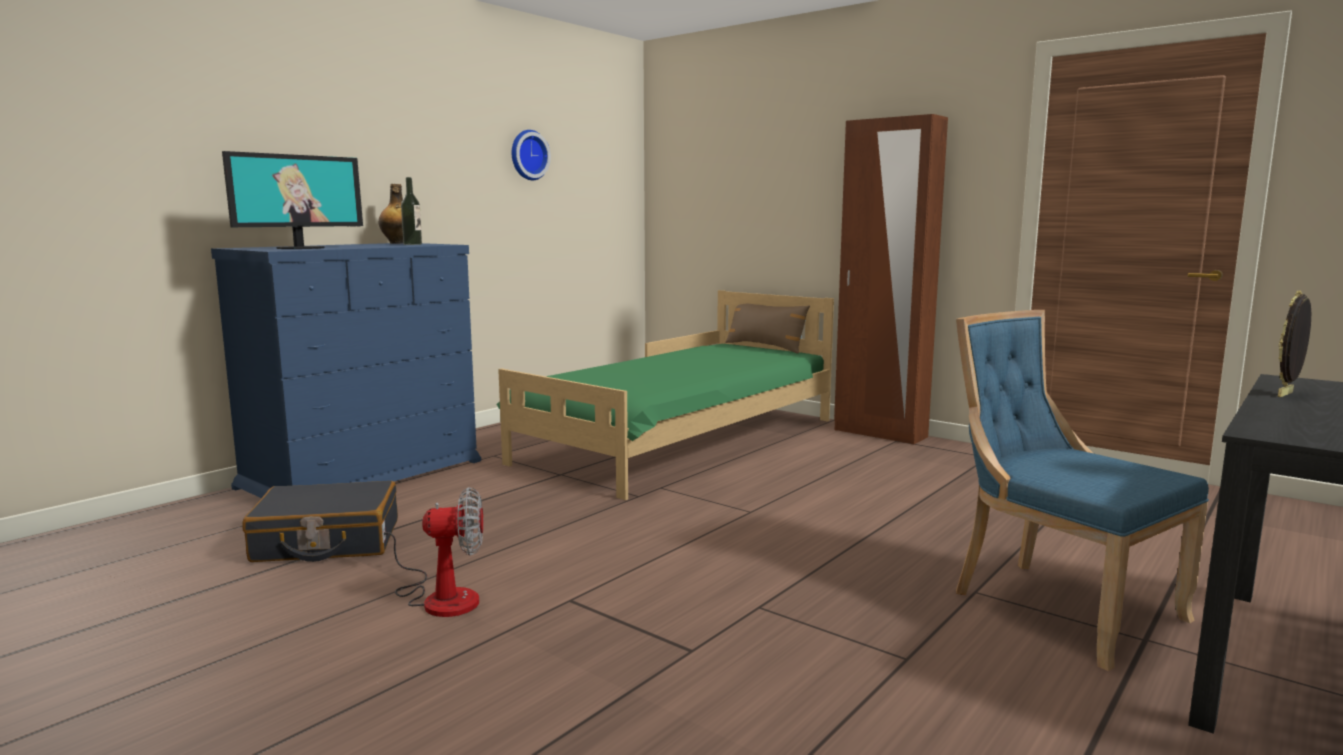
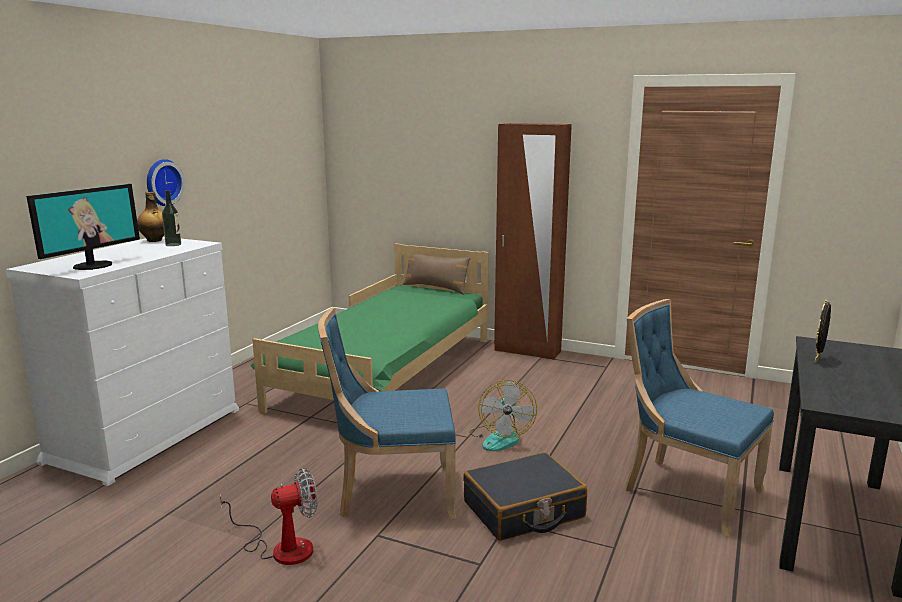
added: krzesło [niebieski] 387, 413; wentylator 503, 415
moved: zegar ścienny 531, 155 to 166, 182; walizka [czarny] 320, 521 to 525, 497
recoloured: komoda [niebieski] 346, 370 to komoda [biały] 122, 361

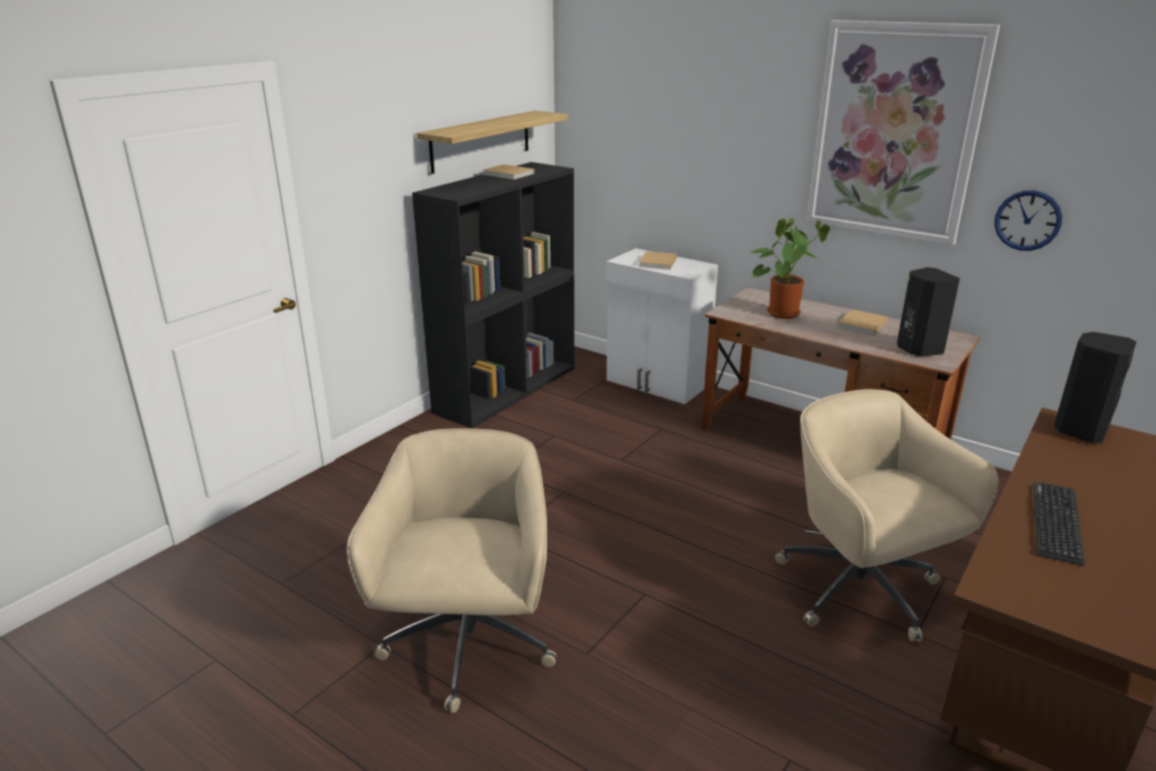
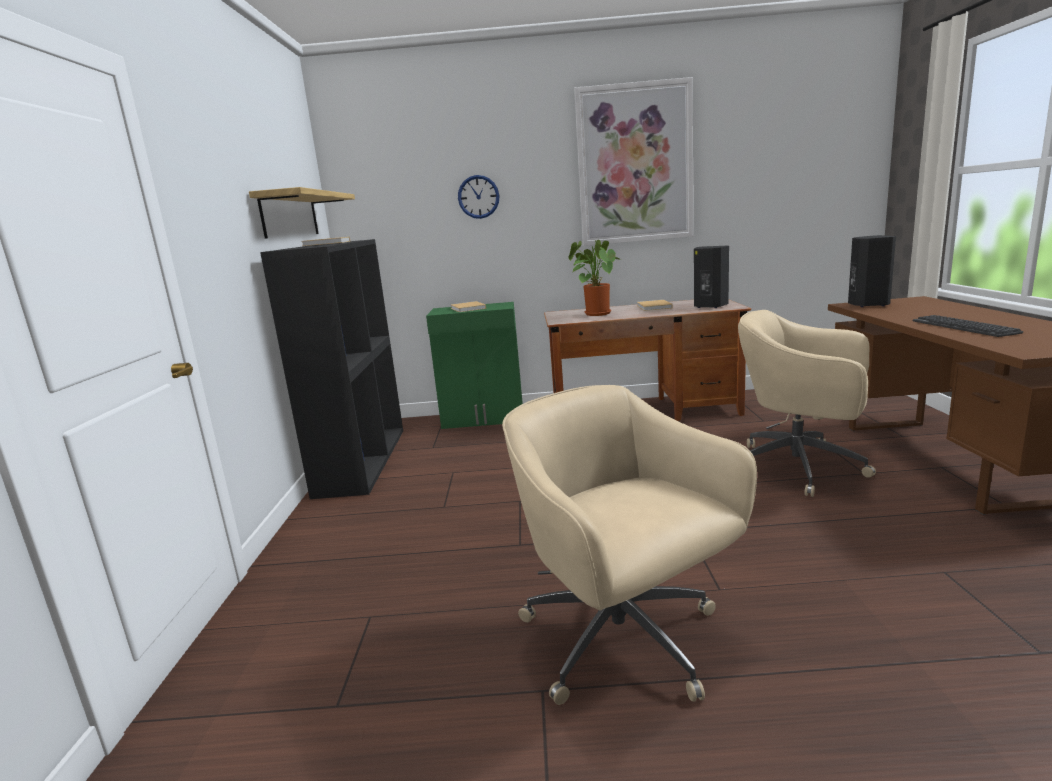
moved: zegar ścienny 1028, 221 to 478, 197
recoloured: szafka [biały] 662, 326 to szafka [zielony] 474, 365

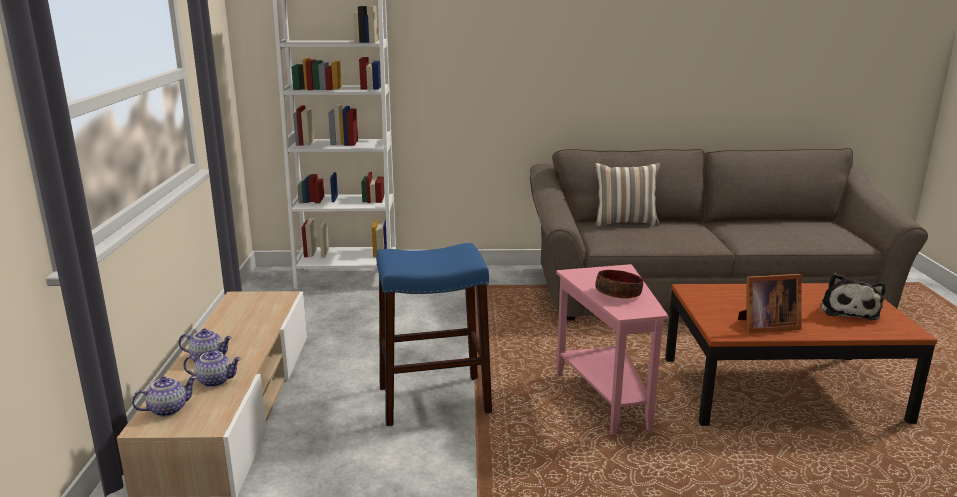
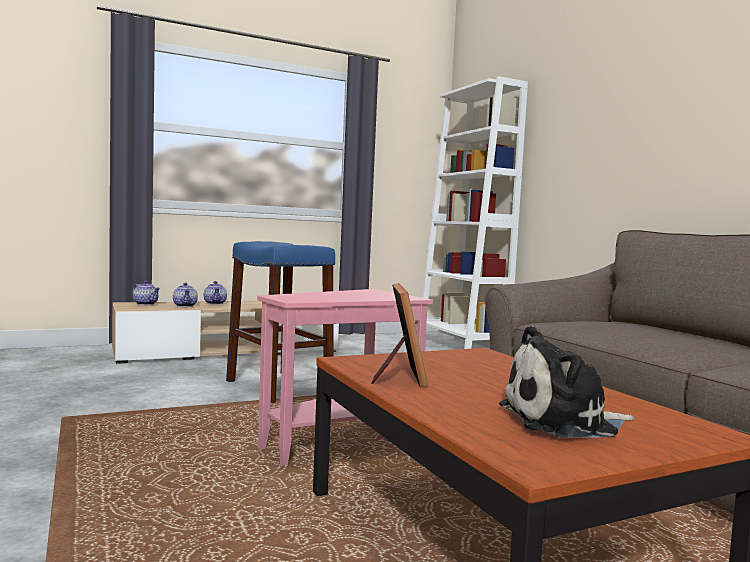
removed: poduszka 627, 194; miska 619, 284
turned: ramka na zdjęcie 770, 303 = 400, 335 150 degrees counterclockwise

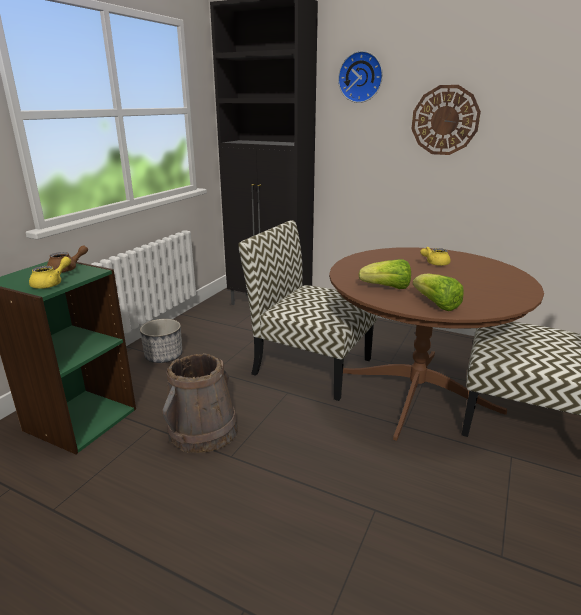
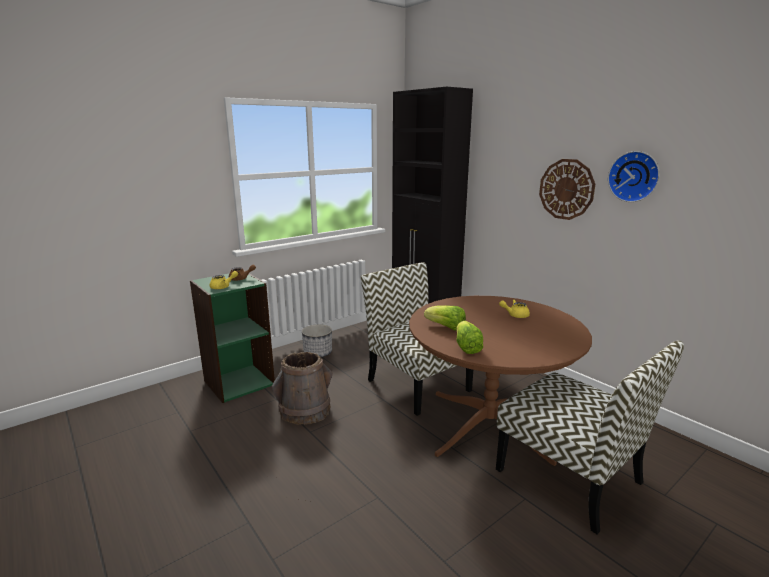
moved: zegar ścienny 360, 77 to 634, 176

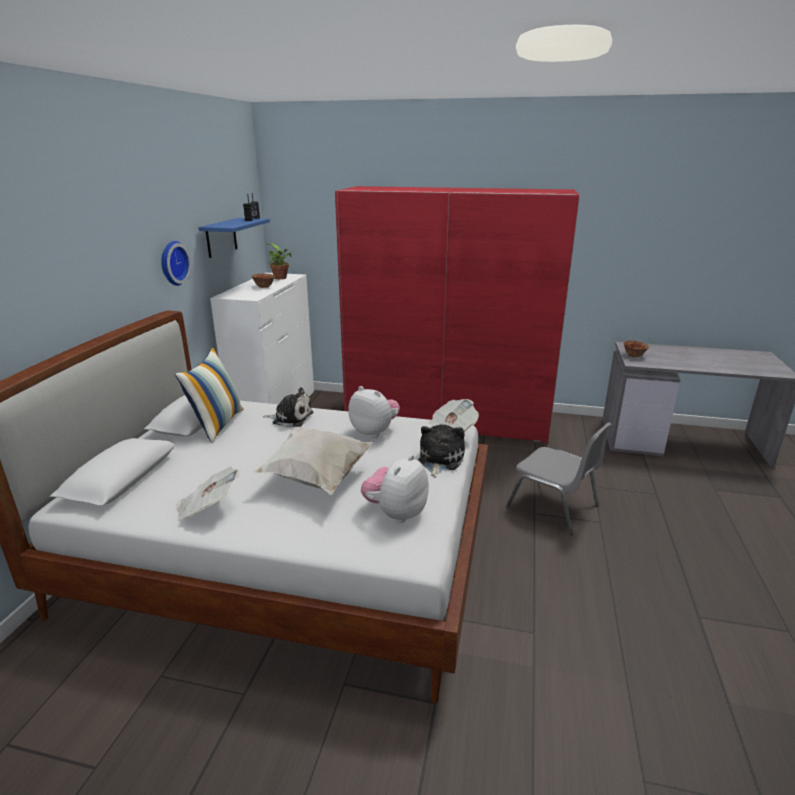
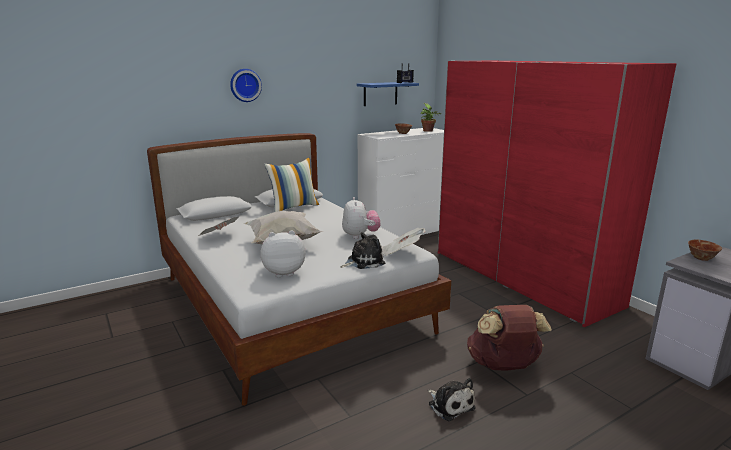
moved: zegar ścienny 176, 263 to 246, 85; pluszak 288, 407 to 452, 399
replaced: krzesło [szary] 559, 478 to plecak [brązowy] 509, 337

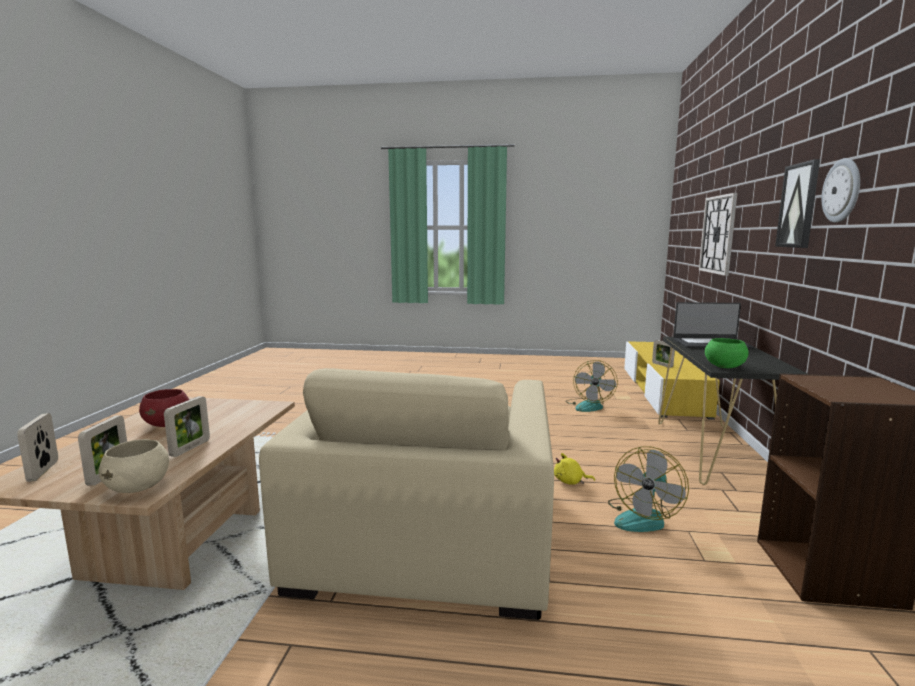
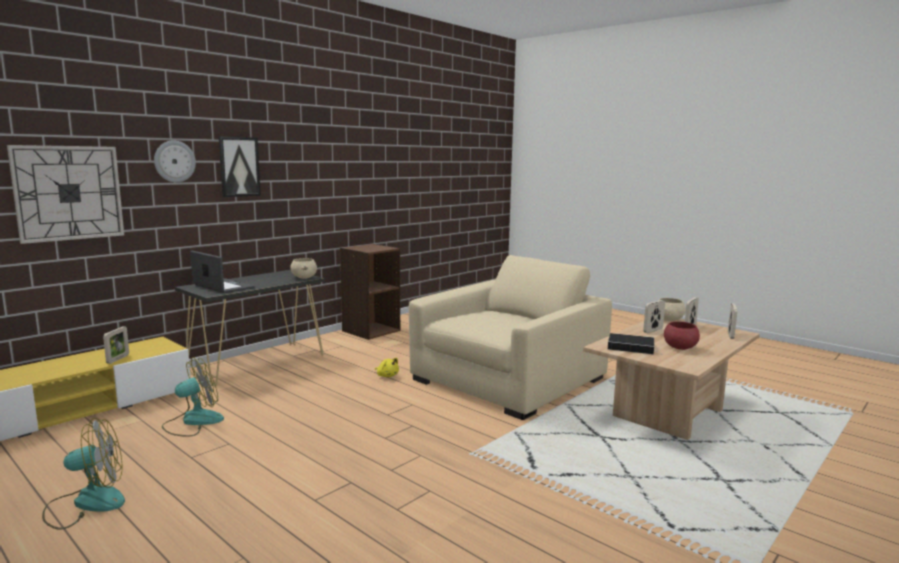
added: książka 635, 344
moved: zegar ścienny 841, 190 to 175, 161; wentylator 648, 489 to 83, 474
recoloured: miska [zielony] 727, 353 to miska [beżowy] 303, 268

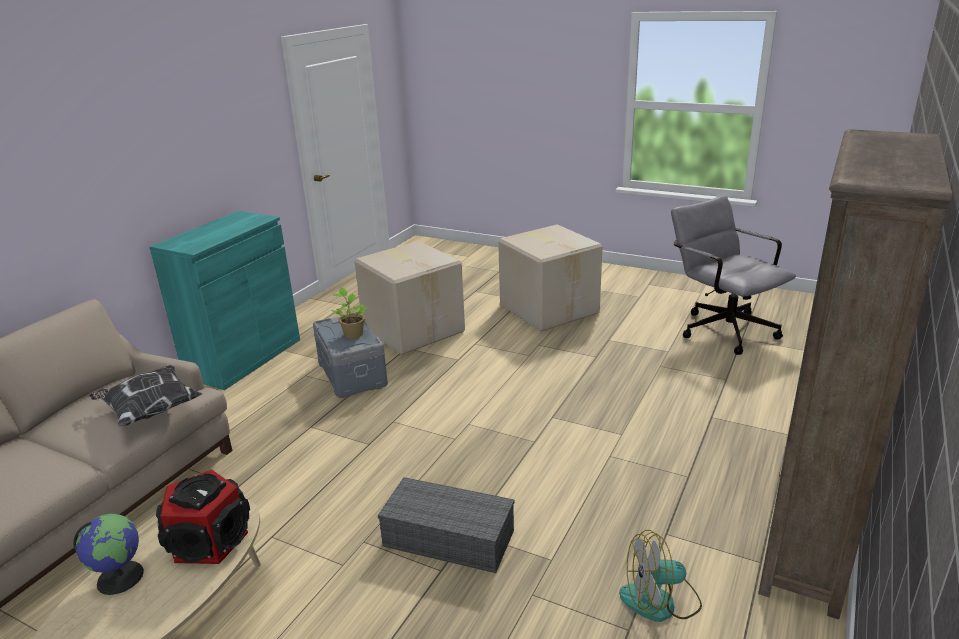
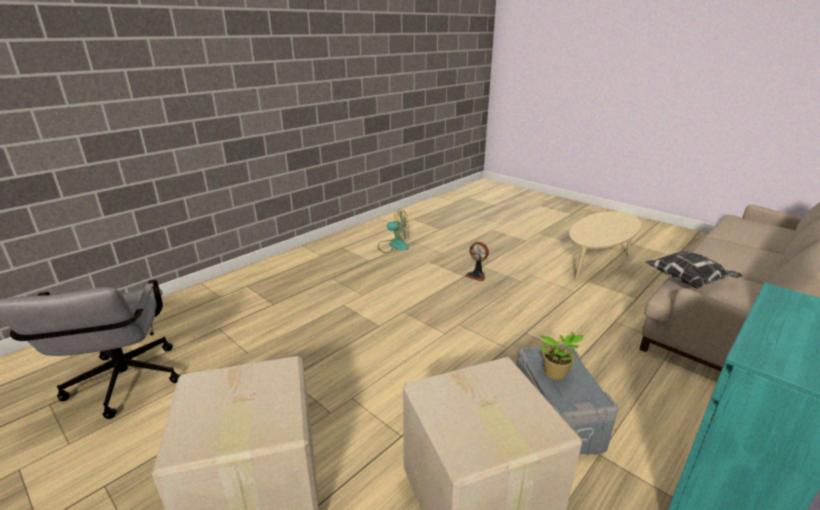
removed: regał [brązowy] 855, 374; głośnik 203, 517; globus 108, 554
replaced: pojemnik do przechowywania [szary] 446, 525 to wentylator 477, 261

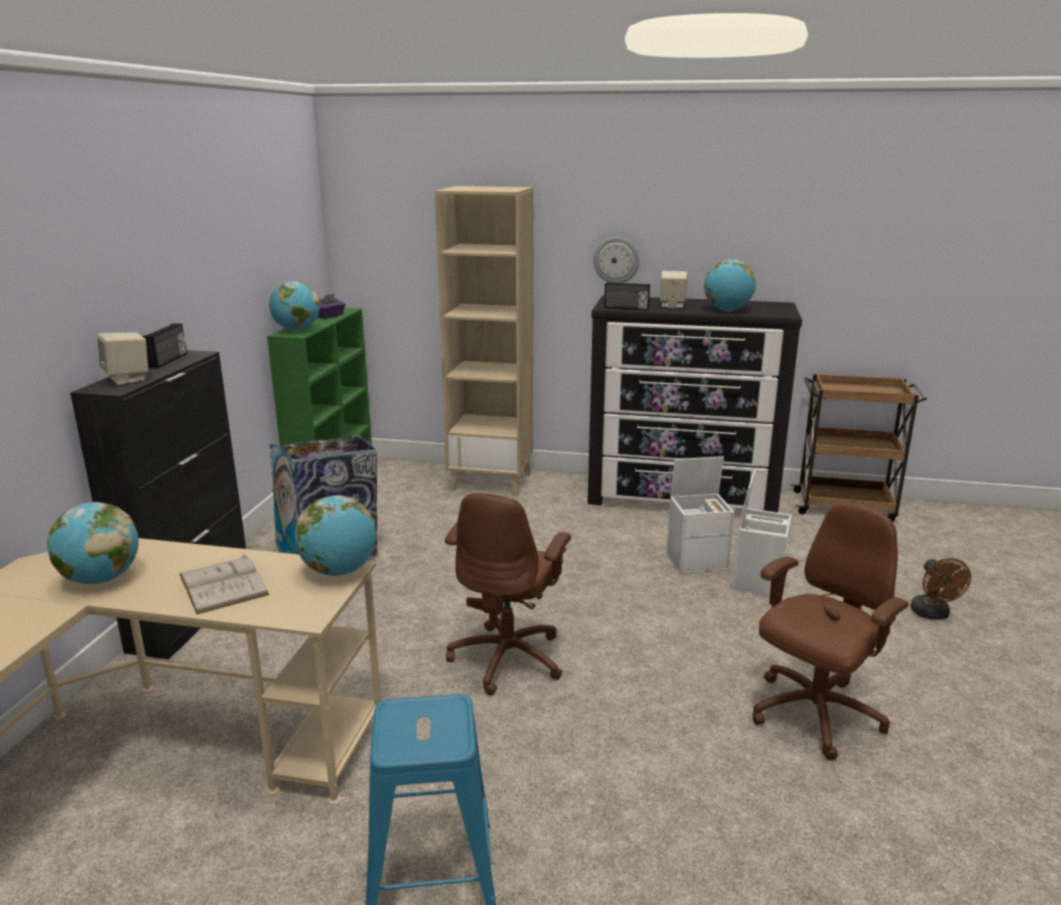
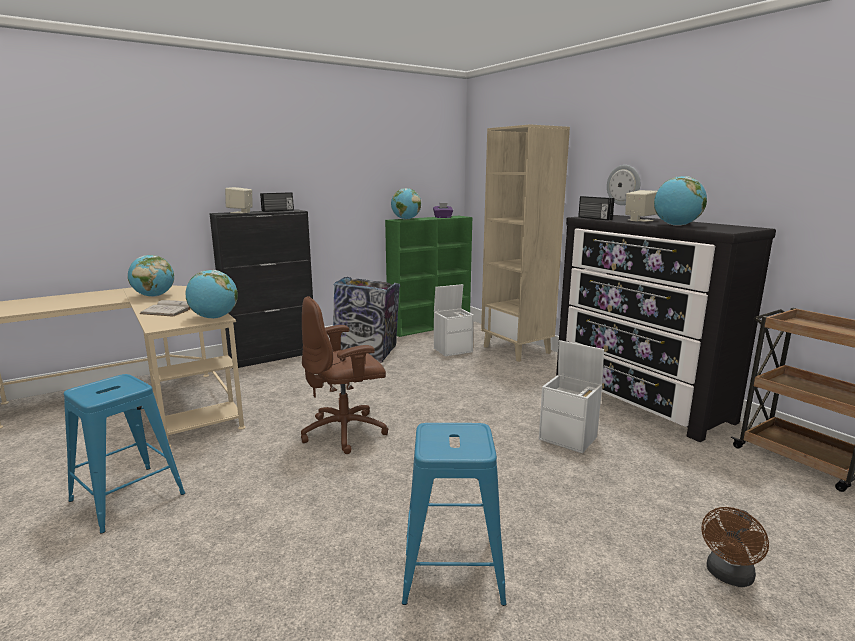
moved: pojemnik do przechowywania [biały] 762, 532 to 454, 320
replaced: krzesło biurowe [brązowy] 830, 632 to stołek [niebieski] 454, 514

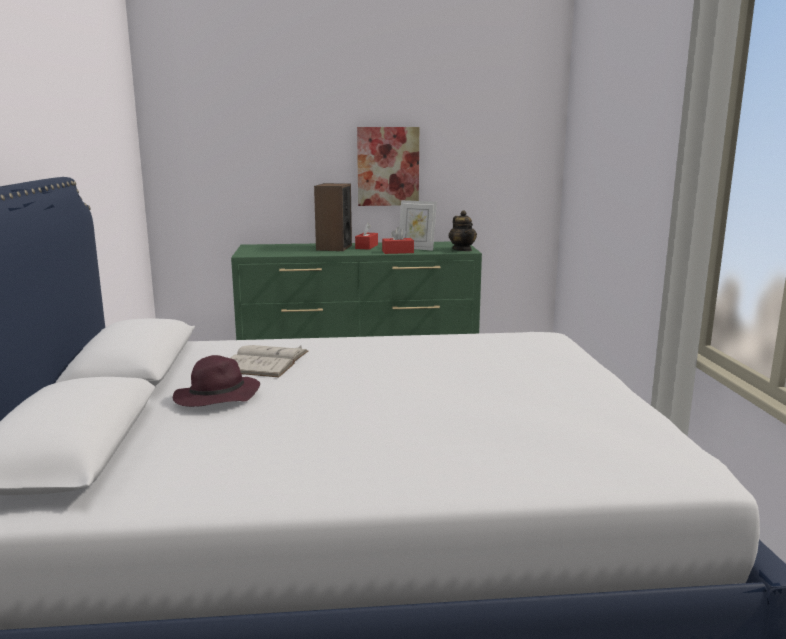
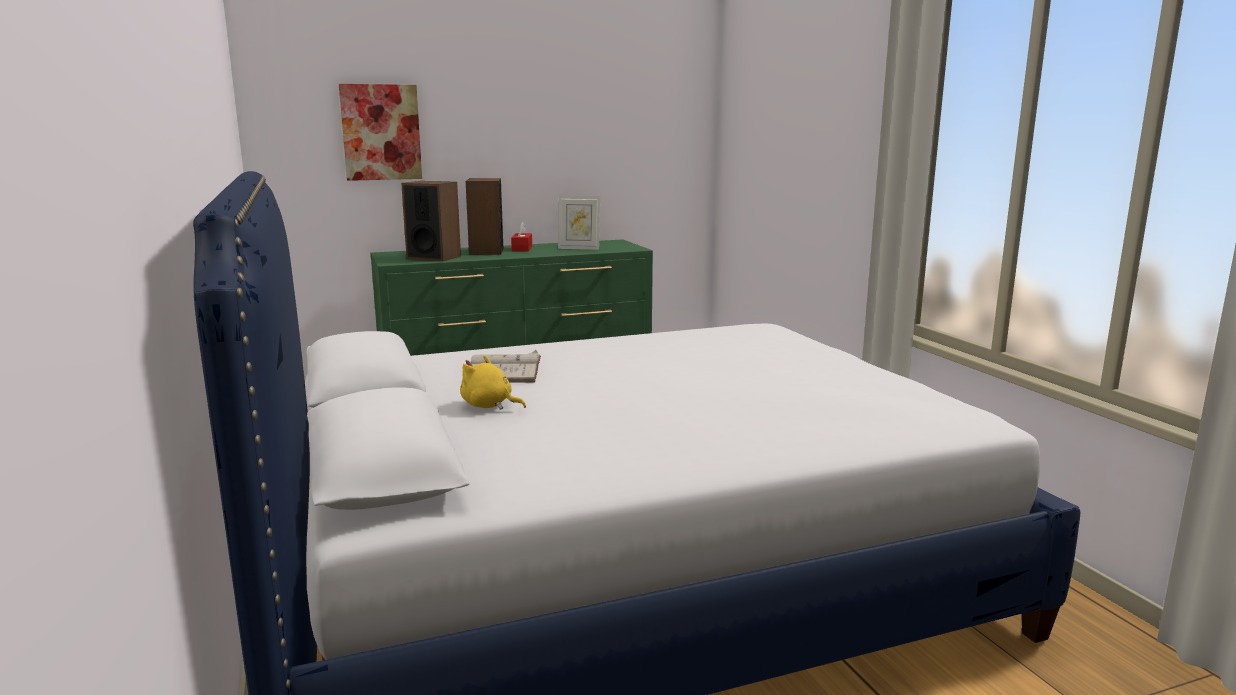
removed: imbryk 463, 230; pudełko chusteczek [czerwony] 398, 240
added: głośnik 431, 221
moved: obraz 388, 166 to 380, 132
replaced: kapelusz [fioletowy] 216, 381 to pluszak [żółty] 493, 382

